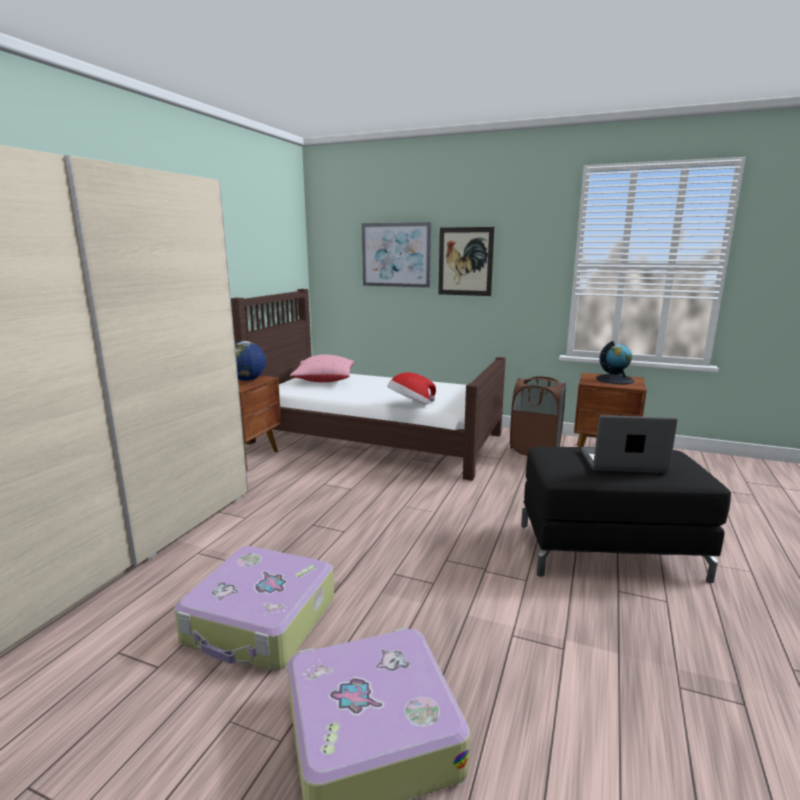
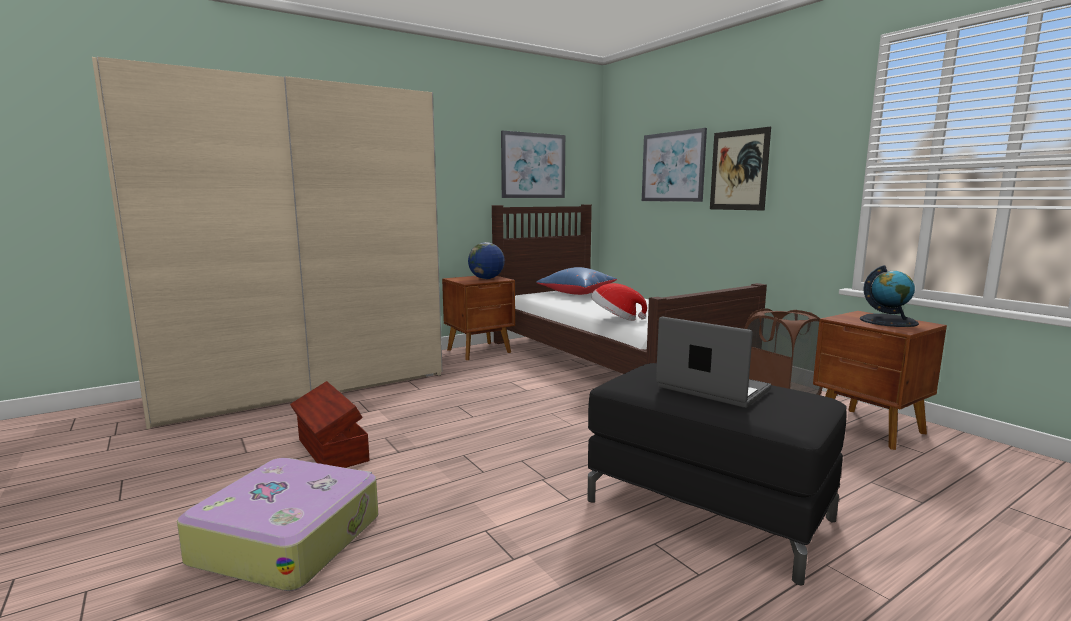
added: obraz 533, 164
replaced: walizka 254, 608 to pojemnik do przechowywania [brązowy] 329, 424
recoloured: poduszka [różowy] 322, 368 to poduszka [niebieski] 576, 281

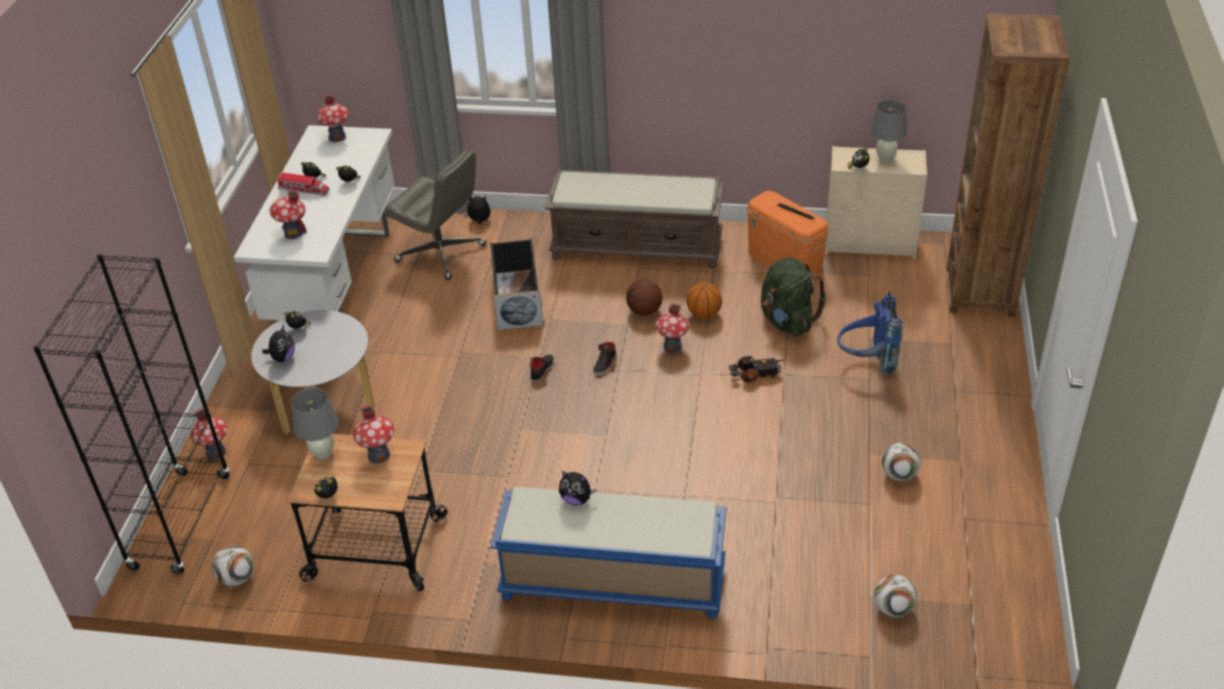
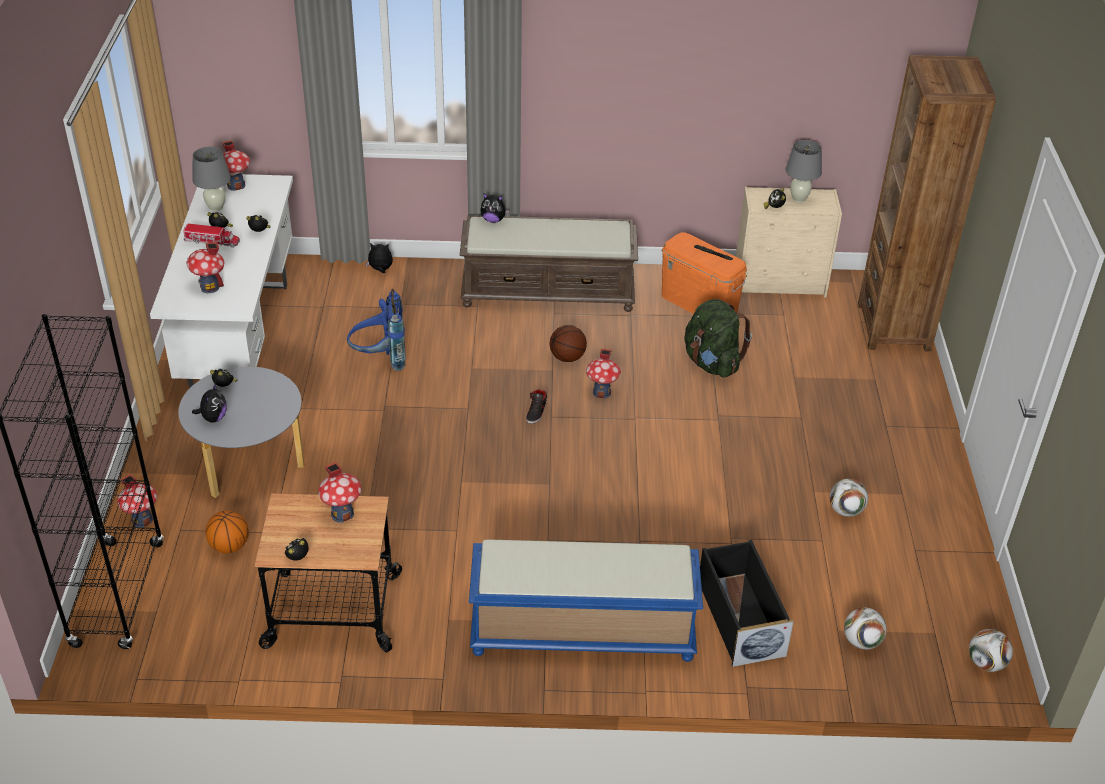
removed: krzesło biurowe [szary] 435, 214; but [czarny] 542, 368; ciężarówka zabawkowa 757, 369
moved: pojemnik do przechowywania [czarny] 516, 284 to 747, 603; piłka do koszykówki 704, 300 to 227, 532; plecak [niebieski] 870, 333 to 376, 330; lampa stołowa [szary] 315, 424 to 211, 179; pluszak 577, 488 to 495, 208; piłka futbolowa 233, 565 to 991, 650

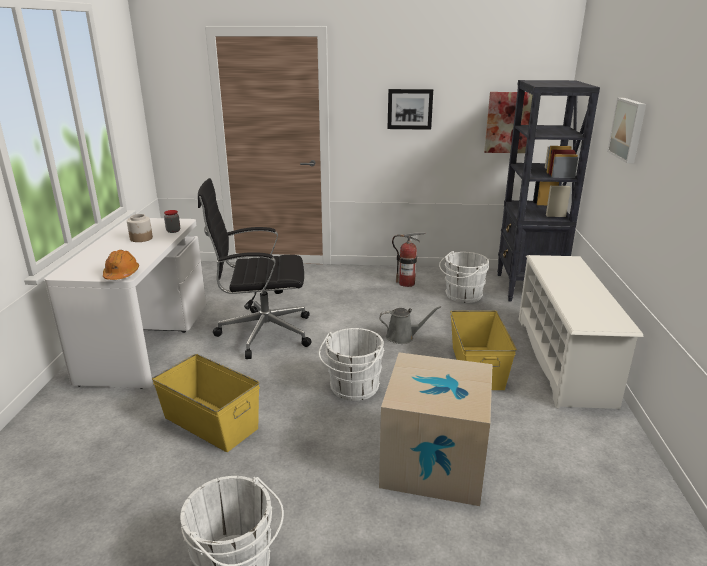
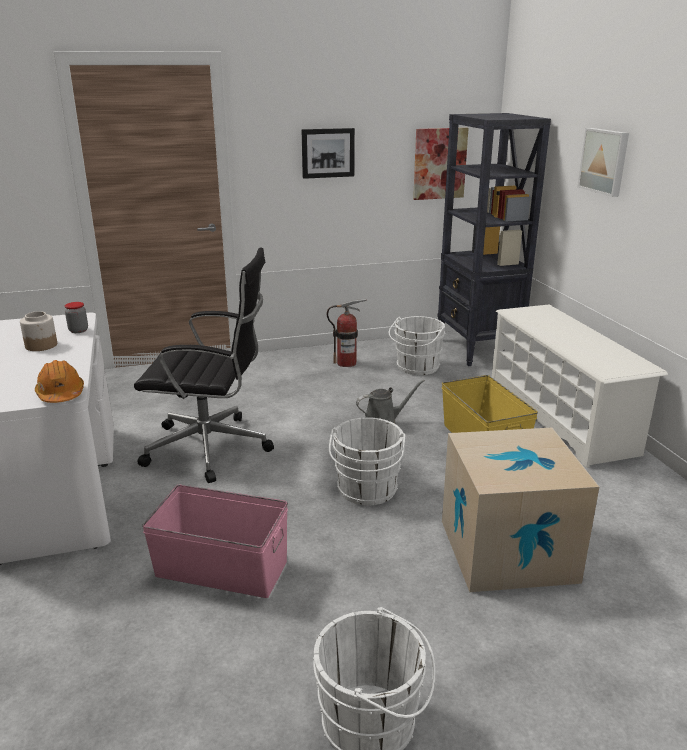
recoloured: pojemnik do przechowywania [żółty] 206, 403 to pojemnik do przechowywania [różowy] 215, 541
turned: krzesło biurowe [czarny] 255, 268 = 204, 365 150 degrees counterclockwise

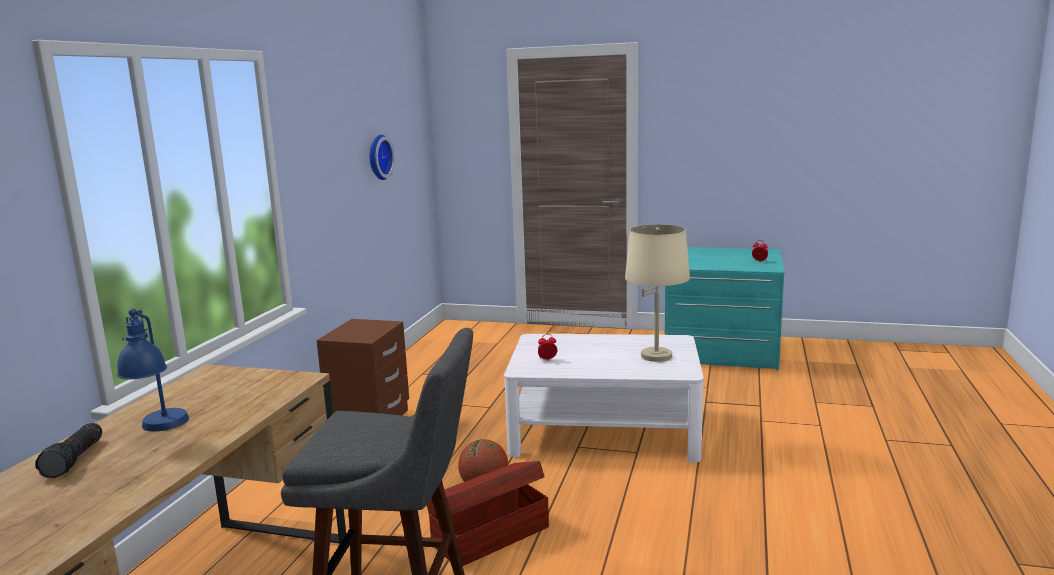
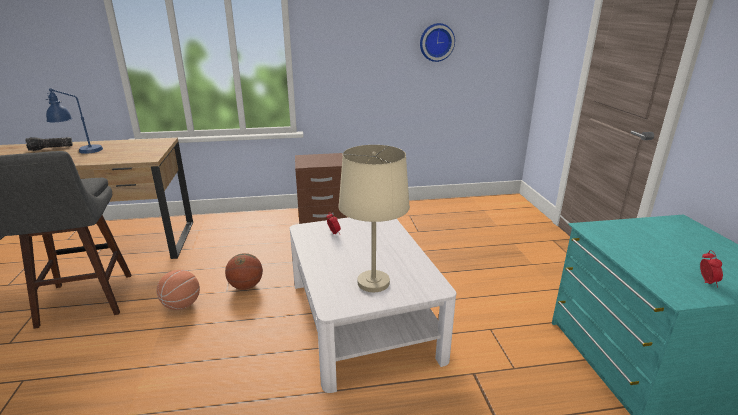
replaced: pojemnik do przechowywania [brązowy] 488, 513 to piłka do koszykówki 178, 290

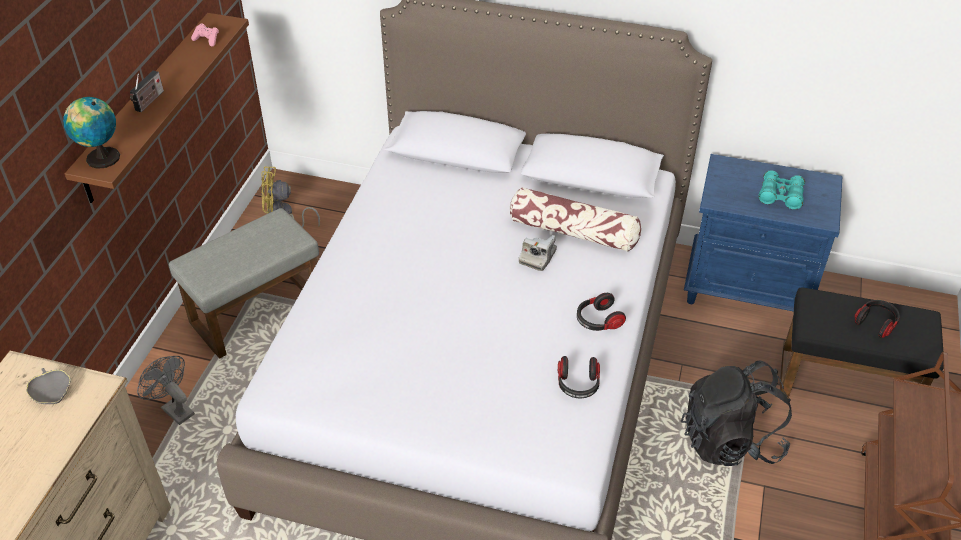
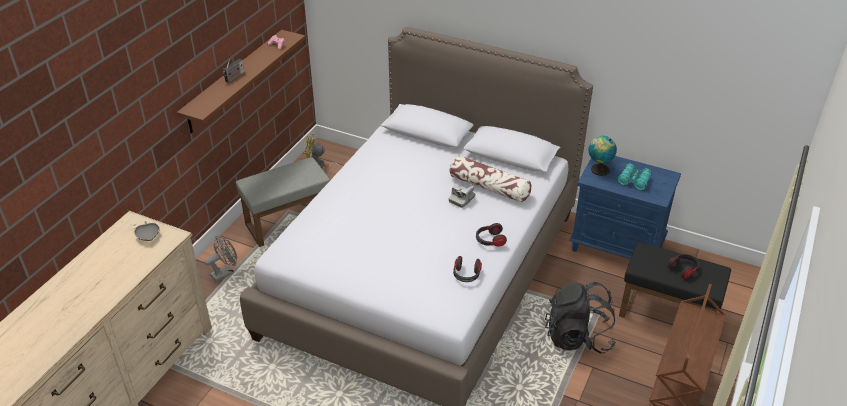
moved: globus 91, 133 to 602, 156
turned: wentylator [szary] 166, 390 = 220, 258 90 degrees clockwise

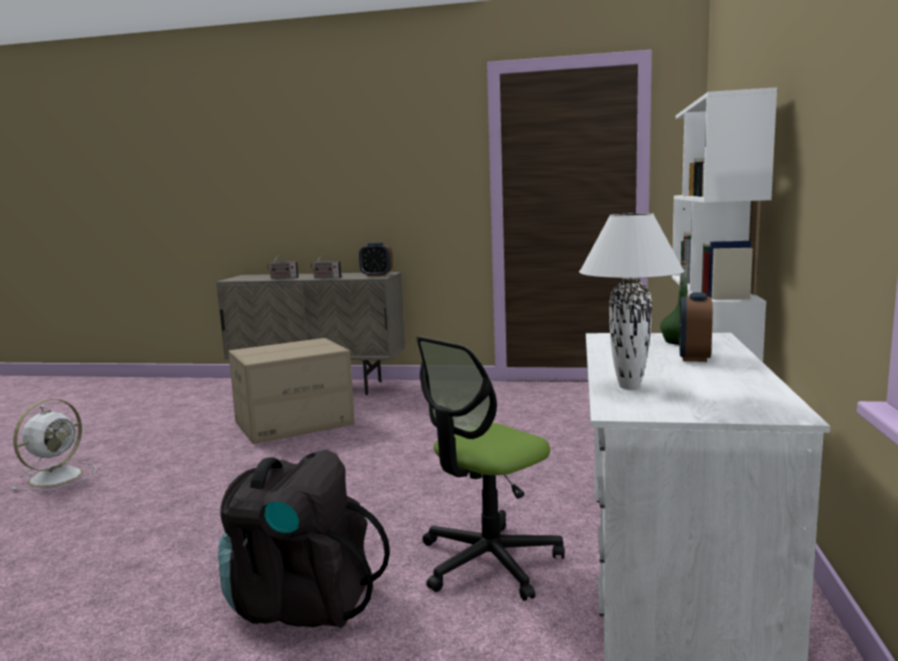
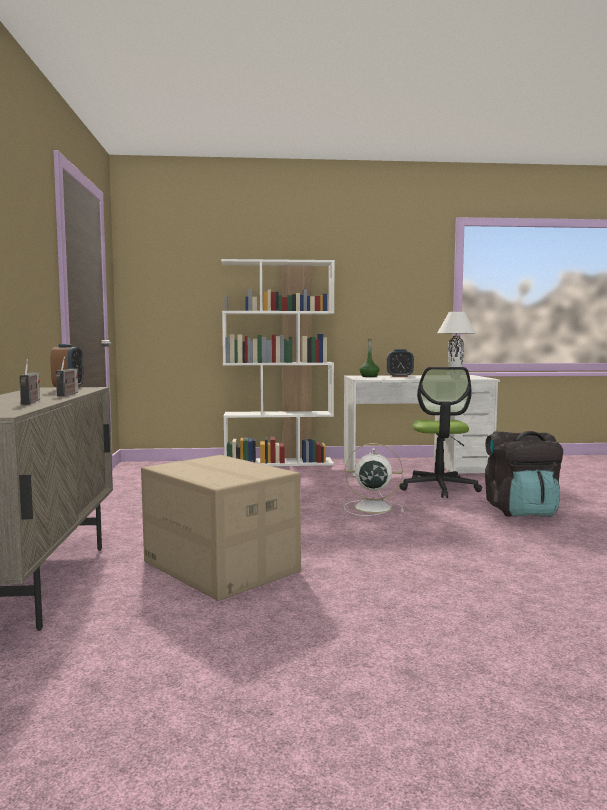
moved: wentylator [biały] 54, 445 to 374, 479
turned: krzesło biurowe 490, 468 = 440, 432 60 degrees clockwise

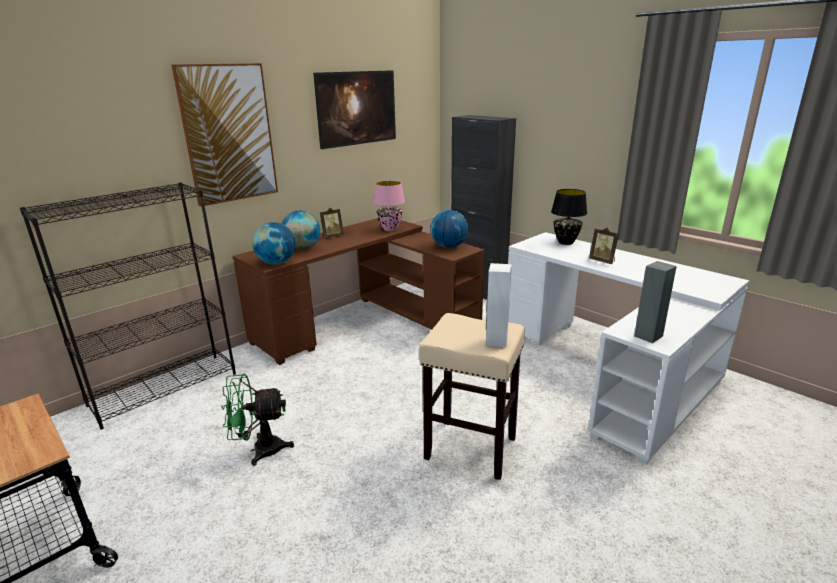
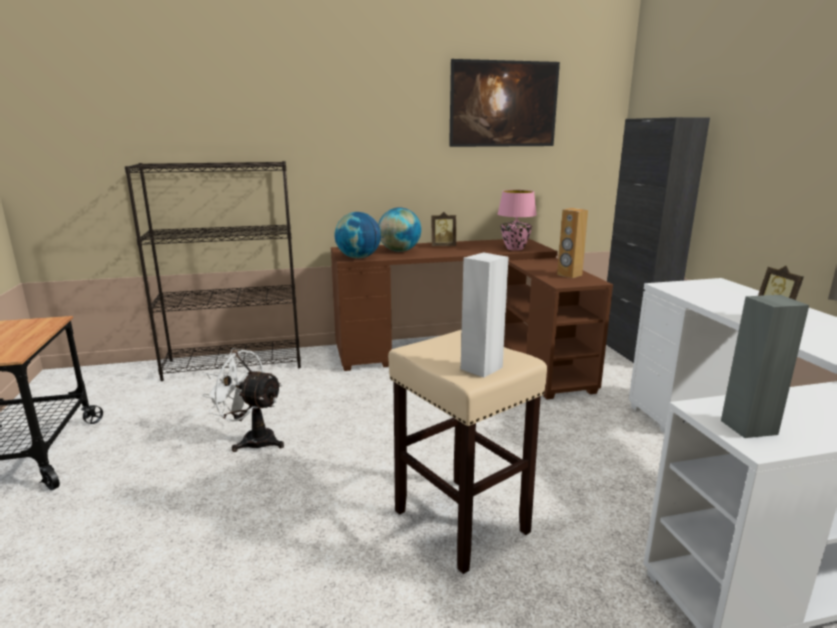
removed: obraz 225, 135; lampa stołowa [czarny] 569, 217
replaced: globus 449, 229 to głośnik [brązowy] 572, 243
recoloured: wentylator [zielony] 257, 420 to wentylator [biały] 243, 400

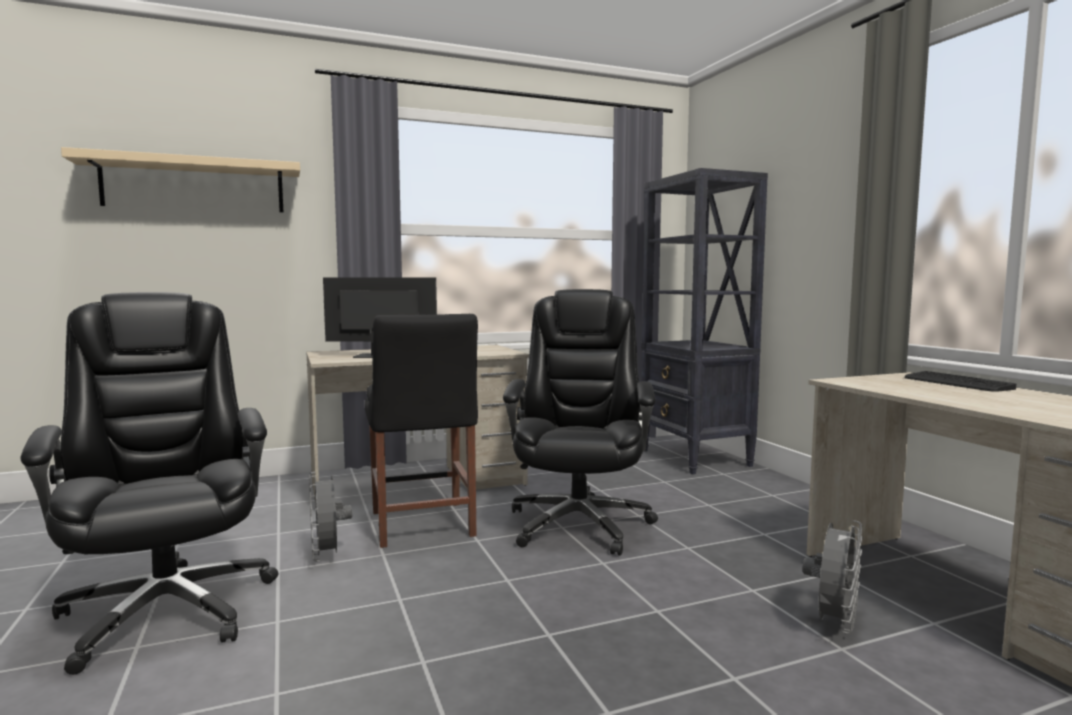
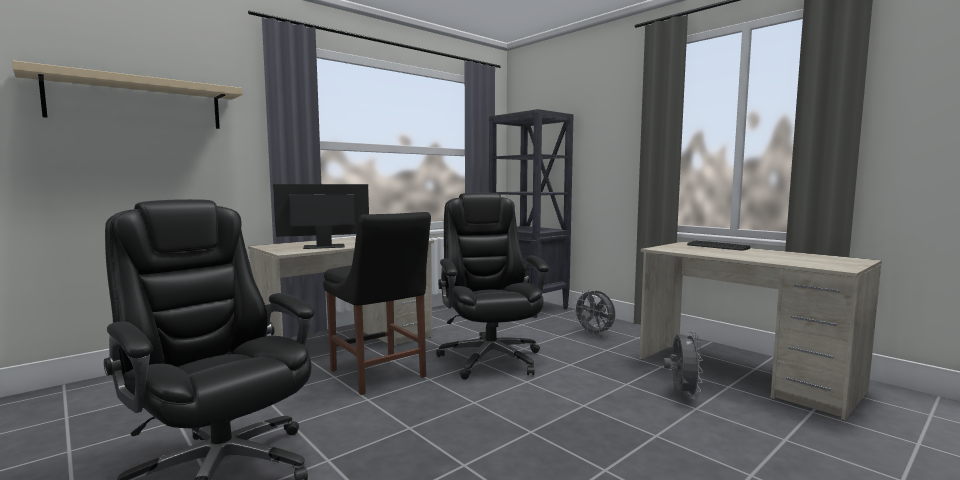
moved: wentylator [szary] 330, 516 to 594, 312

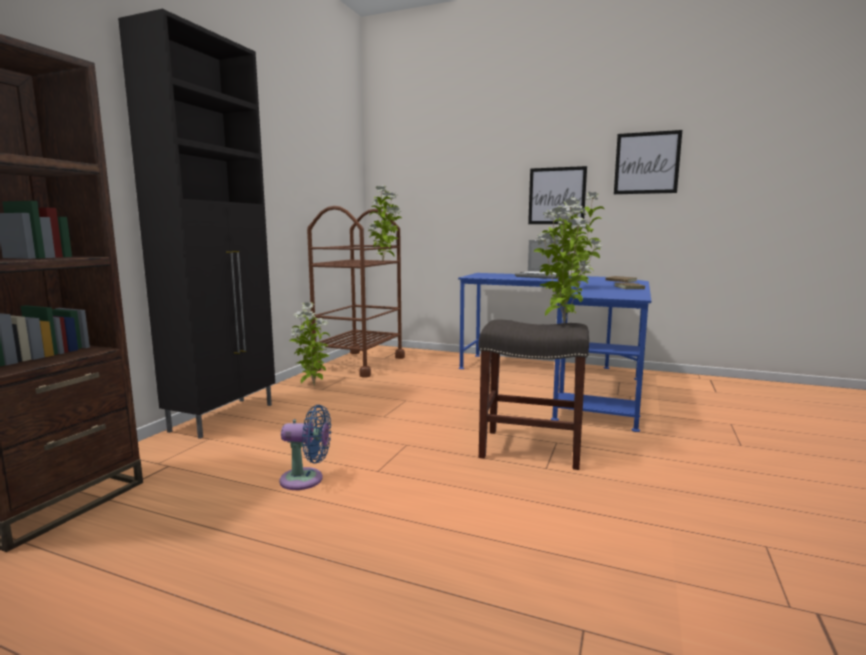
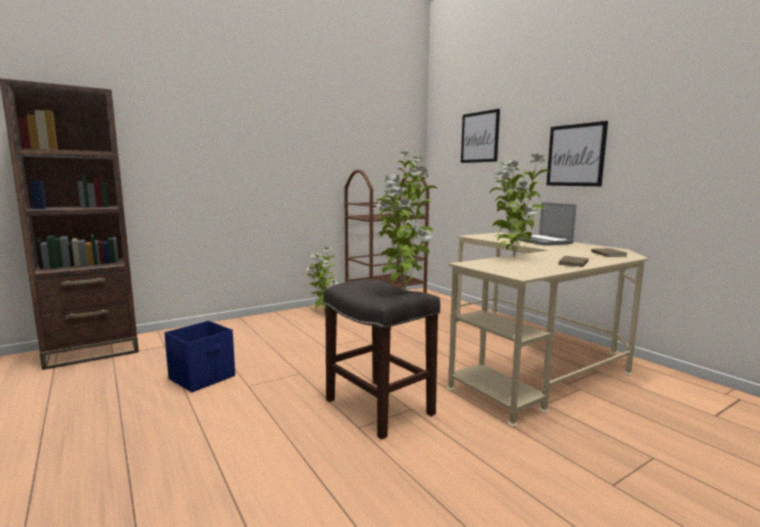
removed: szafka [czarny] 196, 224
moved: obraz 648, 162 to 480, 136
replaced: wentylator [niebieski] 305, 447 to pojemnik do przechowywania [niebieski] 199, 356
recoloured: biurko [niebieski] 554, 352 to biurko [beżowy] 548, 329

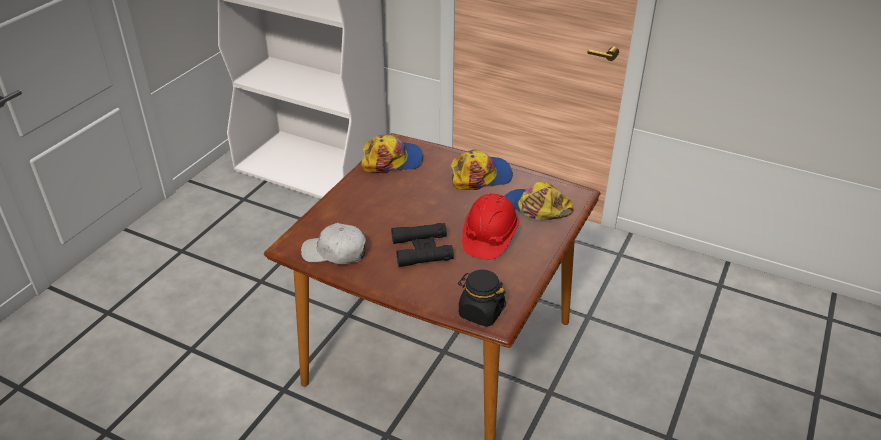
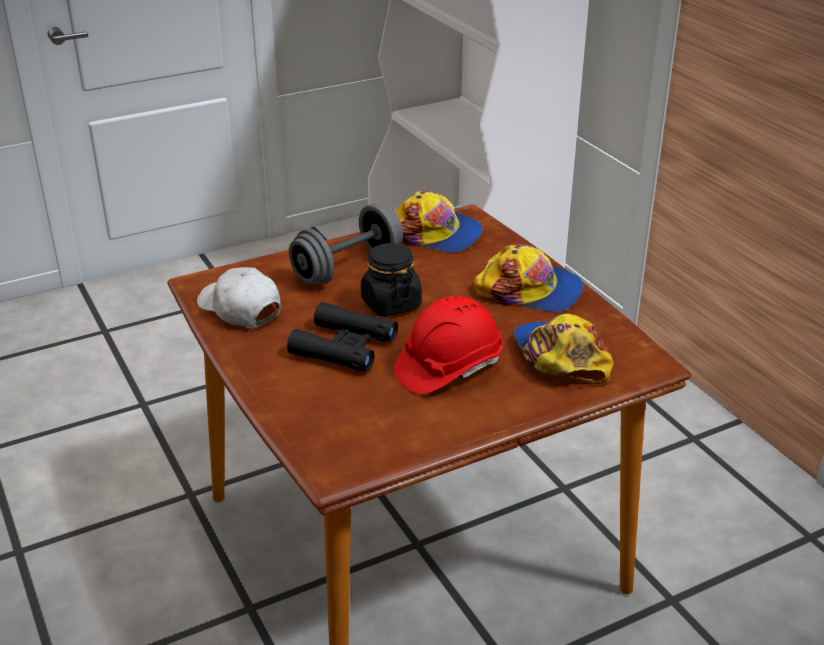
added: hantel [szary] 346, 244
moved: słoik [czarny] 482, 298 to 391, 280

